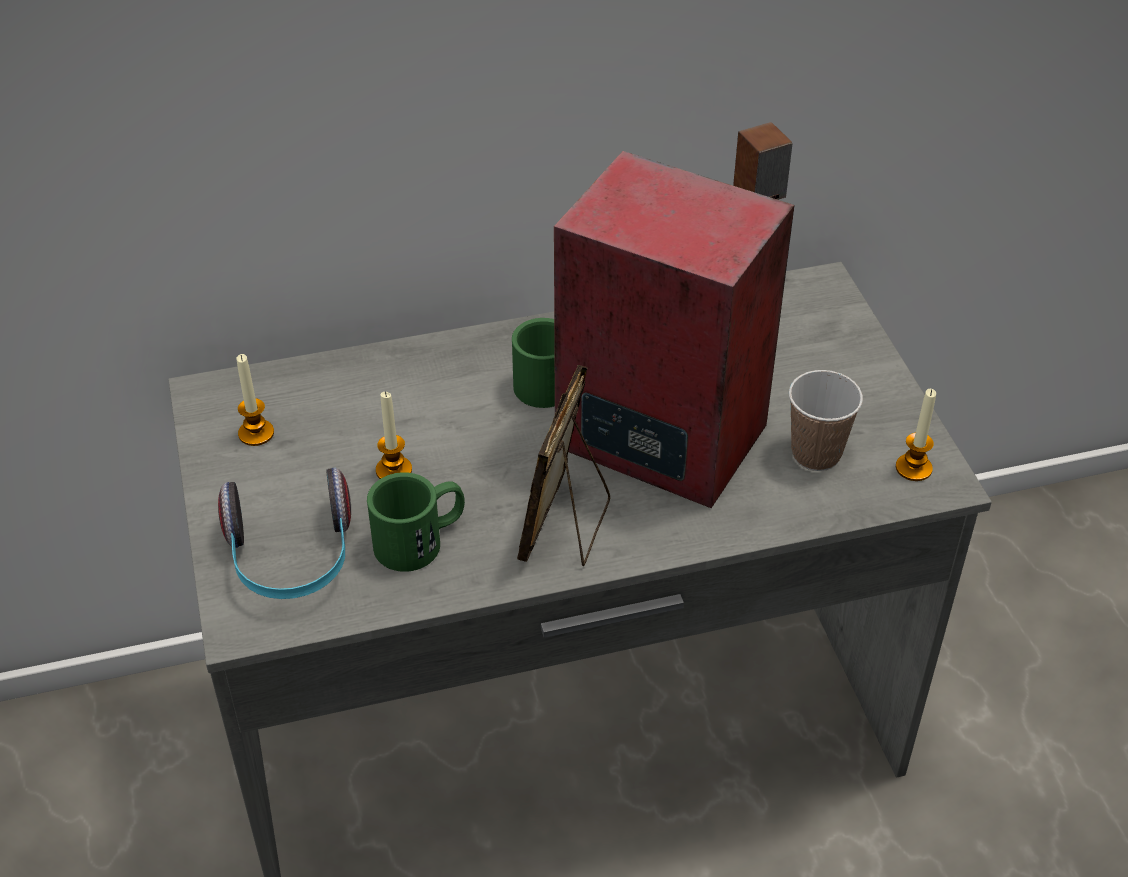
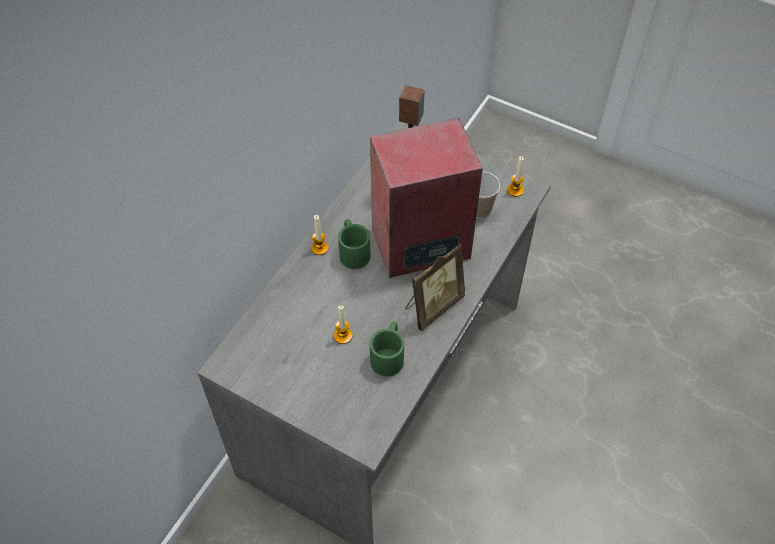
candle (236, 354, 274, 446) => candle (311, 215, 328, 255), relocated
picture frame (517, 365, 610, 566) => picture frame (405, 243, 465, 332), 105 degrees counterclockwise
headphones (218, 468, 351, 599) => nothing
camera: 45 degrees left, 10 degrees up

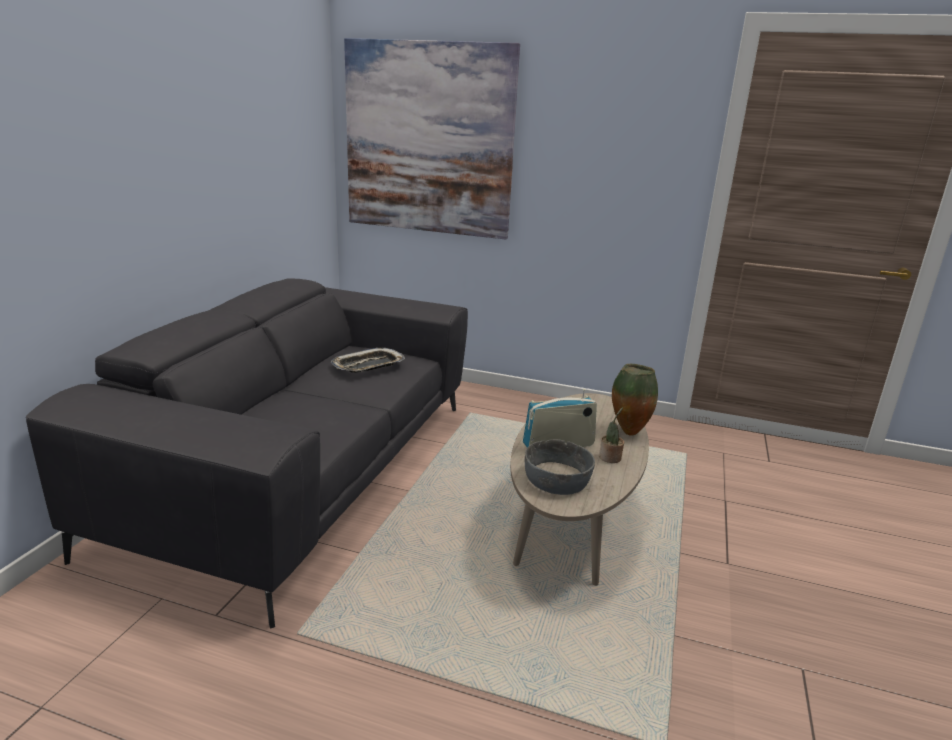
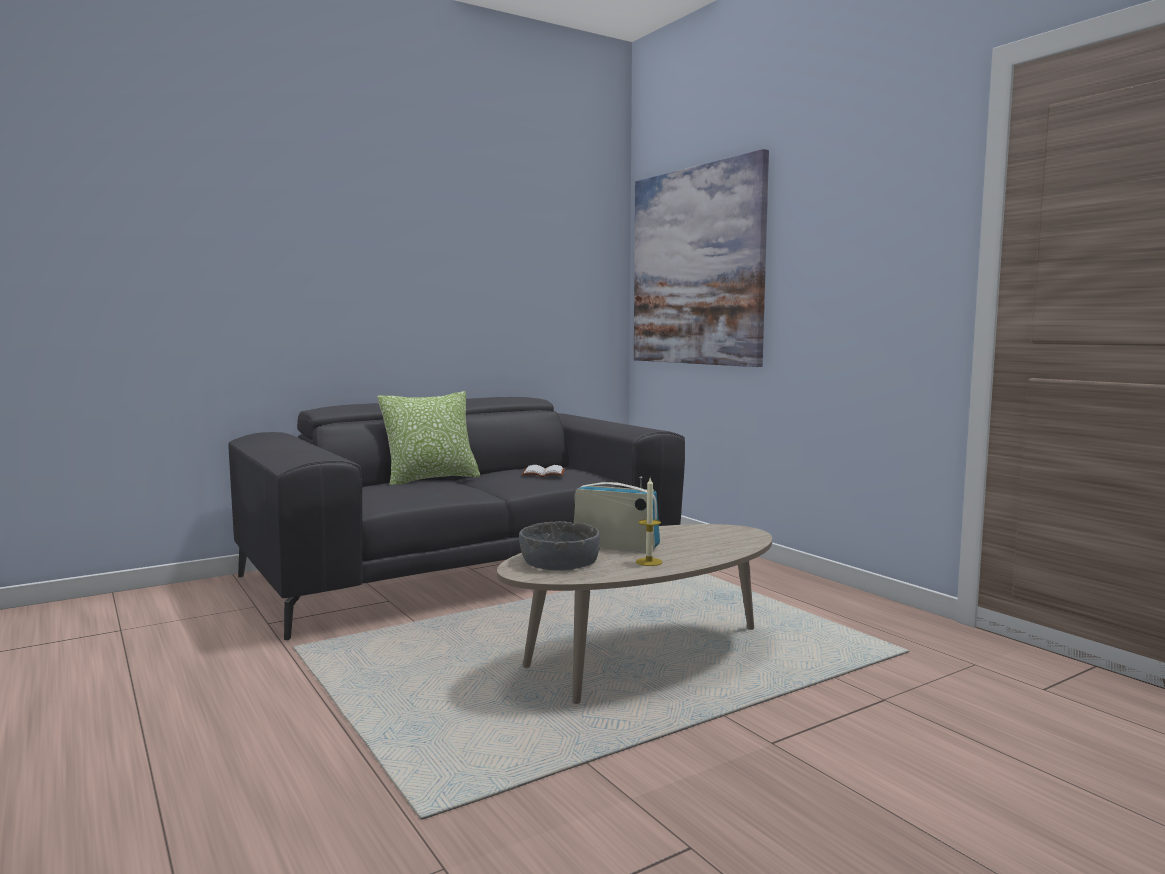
tray (331, 348, 405, 373) => white book (522, 465, 565, 477)
vase (612, 364, 658, 436) => nothing
potted plant (599, 408, 624, 463) => candle (636, 478, 663, 566)
nothing => pillow (378, 391, 480, 485)
camera: 40 degrees right, 15 degrees down

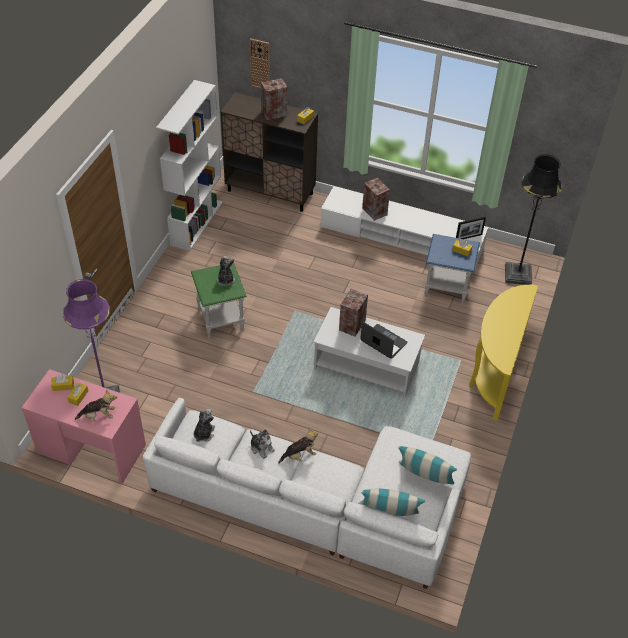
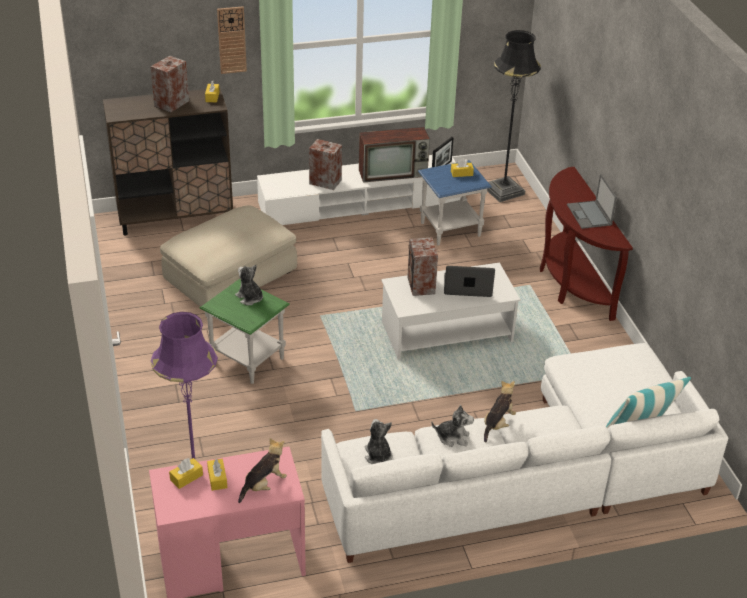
wall clock (250, 38, 270, 89) => wall clock (217, 6, 247, 74), relocated
white bookcase (156, 80, 223, 251) => nothing
yellow console table (469, 285, 538, 421) => brown console table (540, 167, 633, 321)
pillow (398, 446, 457, 485) => nothing
nothing => television (359, 127, 430, 183)
nothing => laptop (567, 174, 617, 229)
nothing => beige ottoman (160, 205, 297, 307)
camera: 35 degrees left, 10 degrees down

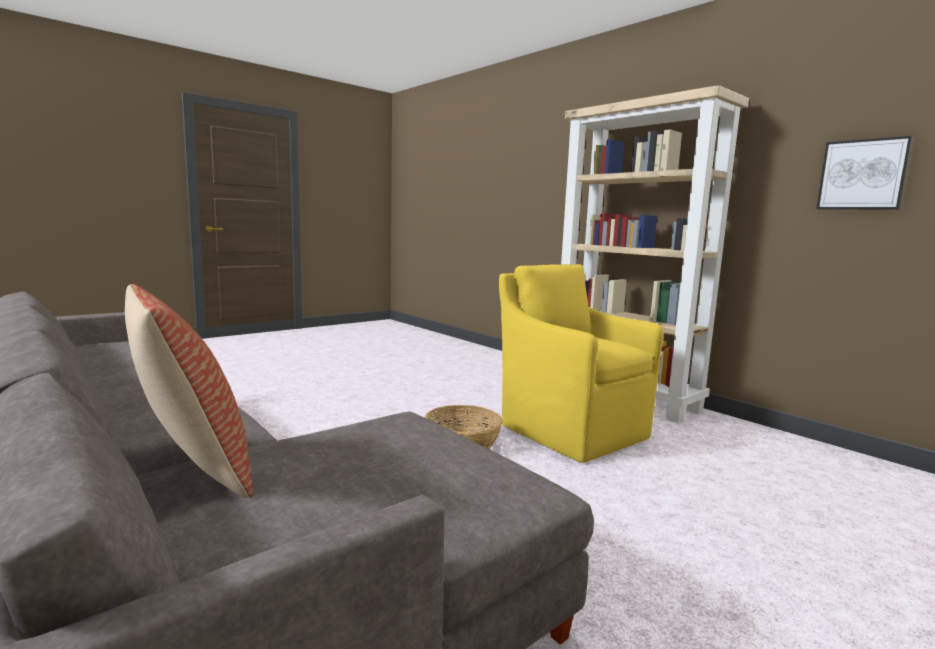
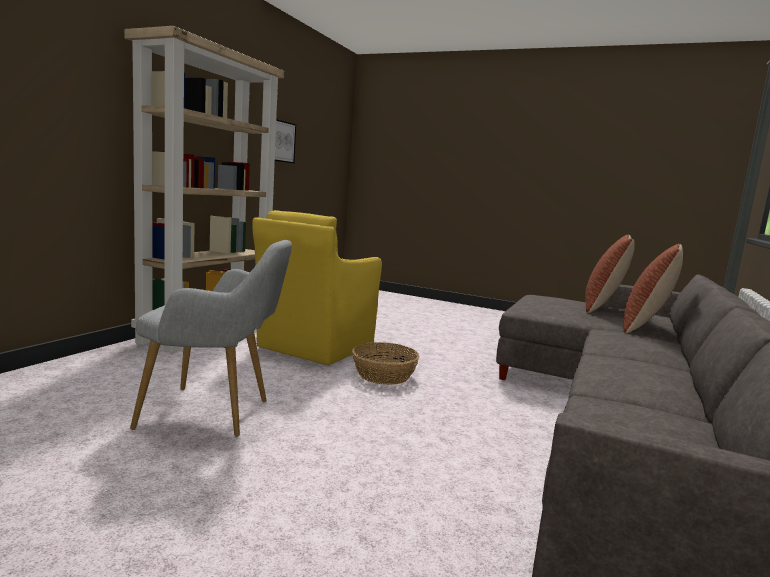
nothing => pillow (585, 234, 634, 313)
nothing => grey armchair (130, 240, 292, 437)
camera: 115 degrees left, 0 degrees up

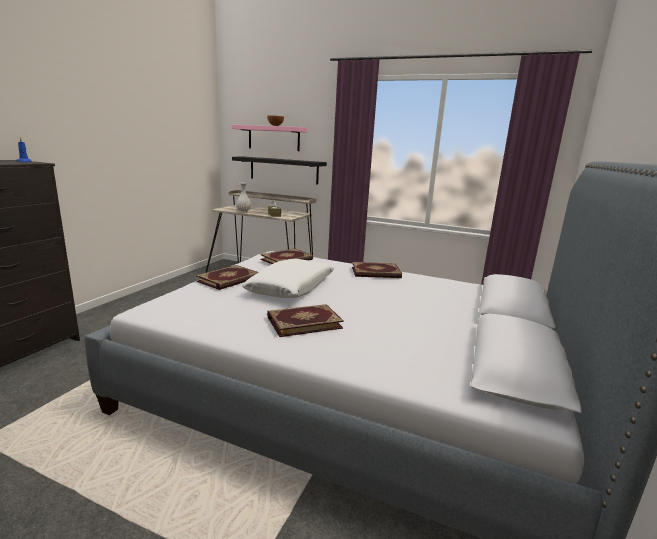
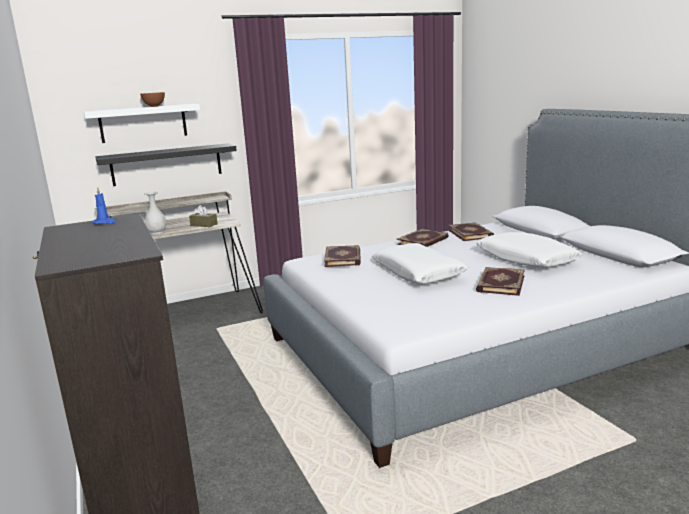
pink shelf (232, 125, 308, 151) => white shelf (84, 104, 200, 143)
book (196, 265, 258, 290) => book (448, 222, 494, 241), relocated
nothing => white pillow (476, 232, 582, 267)
camera: 45 degrees left, 0 degrees up

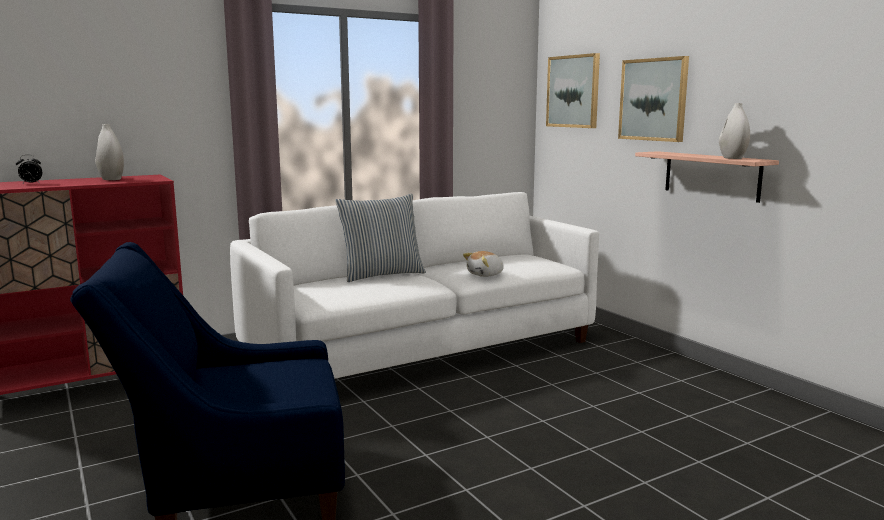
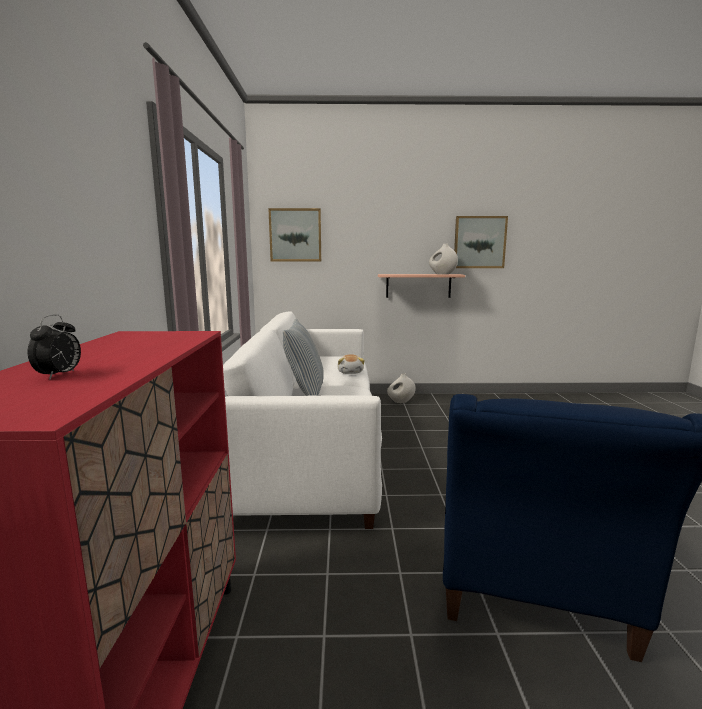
picture (618, 56, 689, 142) => picture (454, 216, 508, 268), relocated
white vase (95, 124, 124, 180) => white vase (387, 373, 416, 403), relocated
camera: 60 degrees left, 0 degrees up

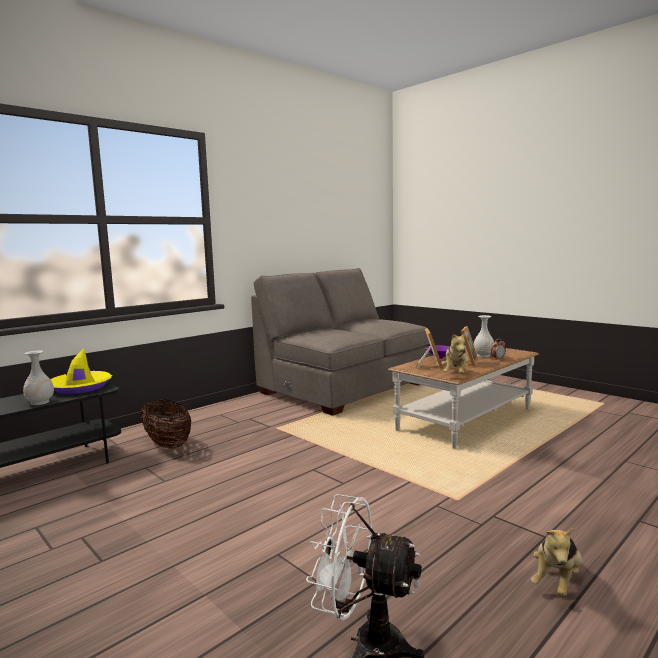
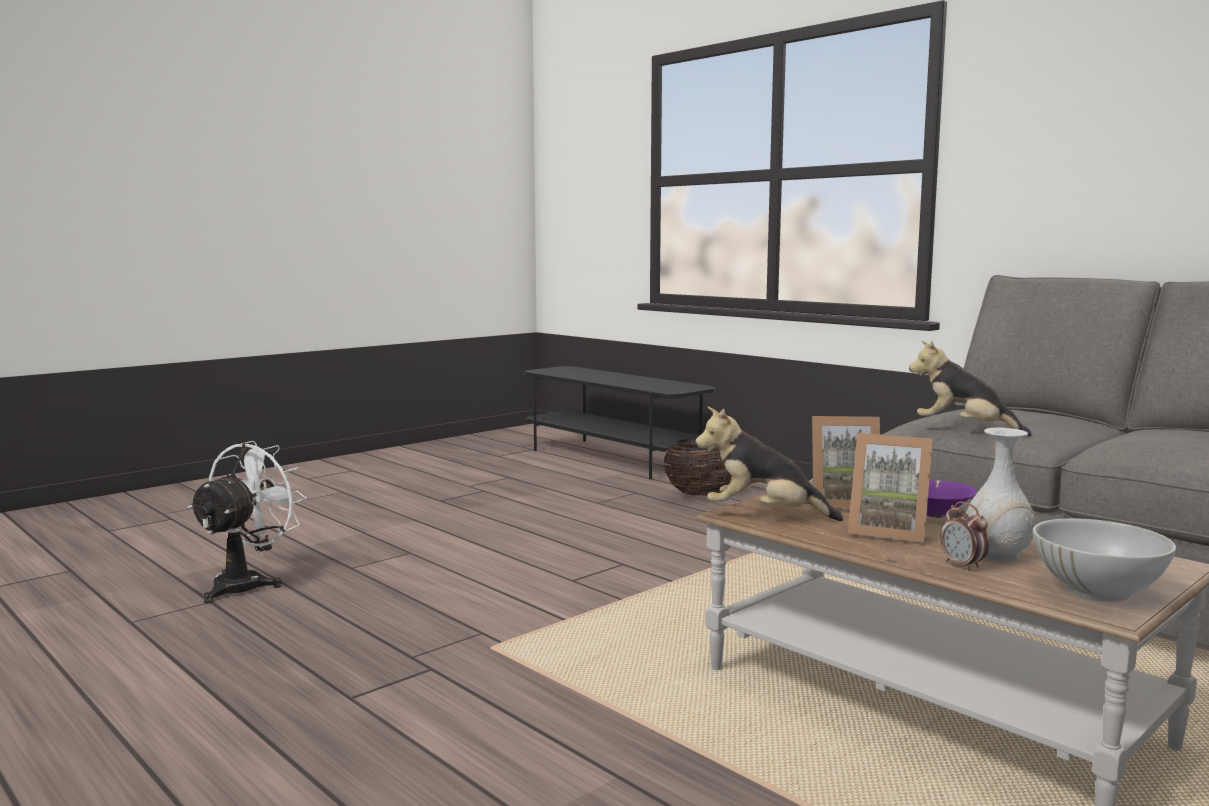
yellow hat (50, 349, 112, 394) => nothing
white vase (23, 351, 54, 405) => nothing
plush toy (531, 528, 582, 597) => plush toy (909, 341, 1032, 436), relocated
nothing => white bowl (1033, 518, 1176, 602)
camera: 90 degrees right, 0 degrees up

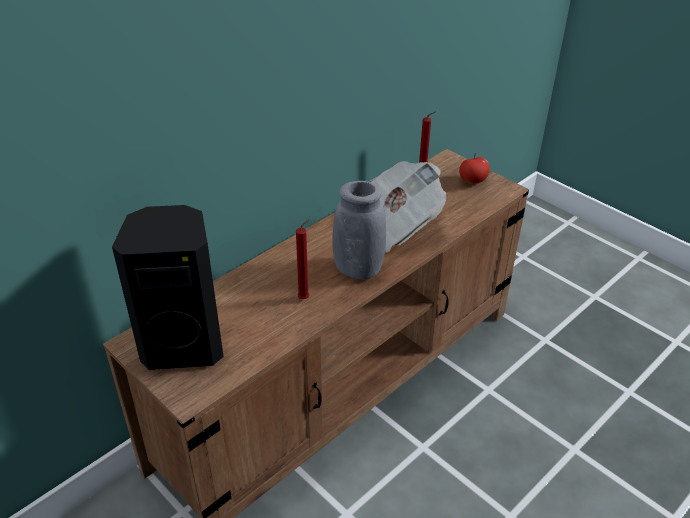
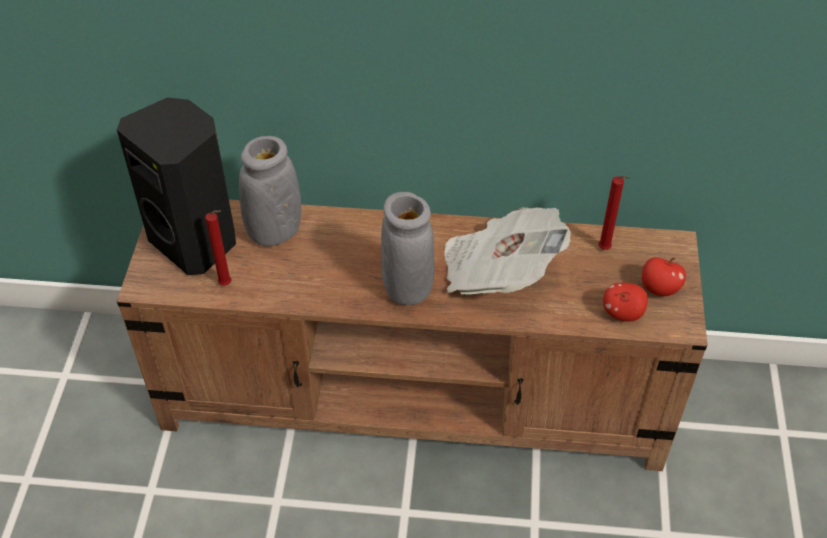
red candle (296, 219, 310, 299) => red candle (205, 210, 232, 286), relocated
nothing => grey vase (239, 136, 301, 246)
nothing => apple (603, 283, 648, 321)
camera: 50 degrees right, 10 degrees up

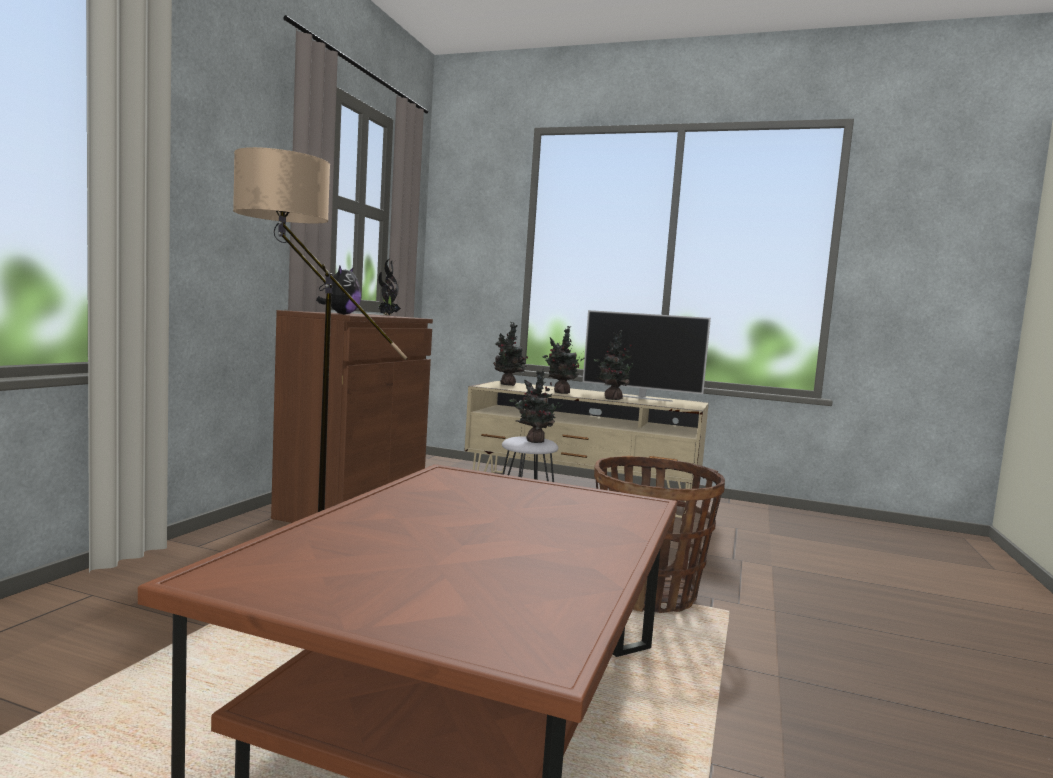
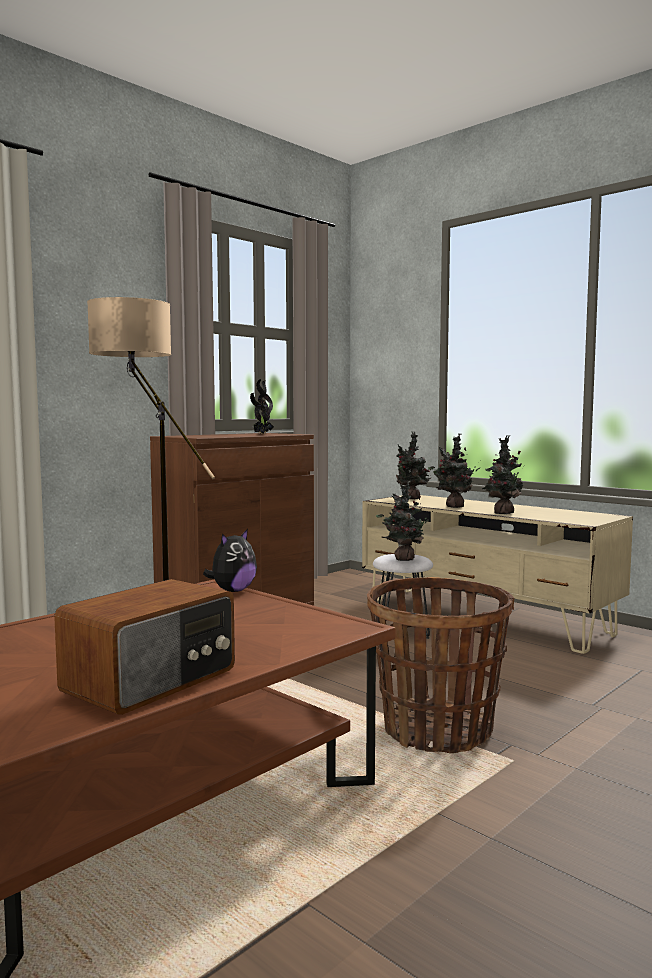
plush toy (316, 266, 361, 314) => plush toy (203, 529, 257, 592), relocated
television (583, 310, 711, 402) => nothing
nothing => radio (54, 579, 235, 715)
camera: 25 degrees right, 0 degrees up

